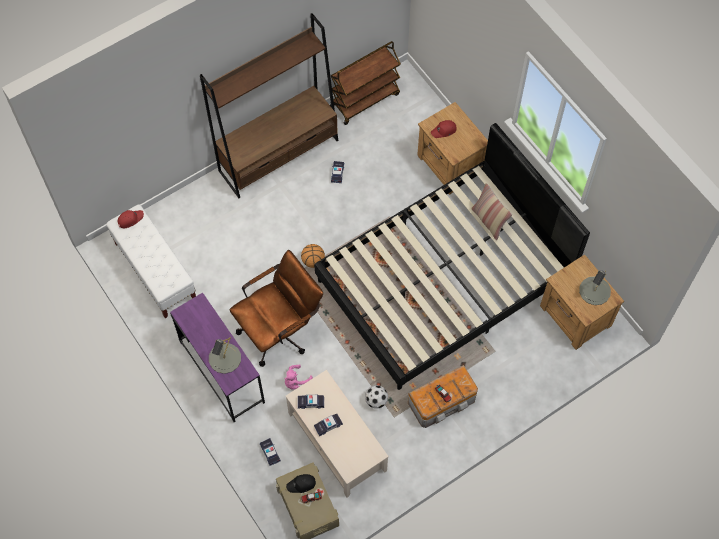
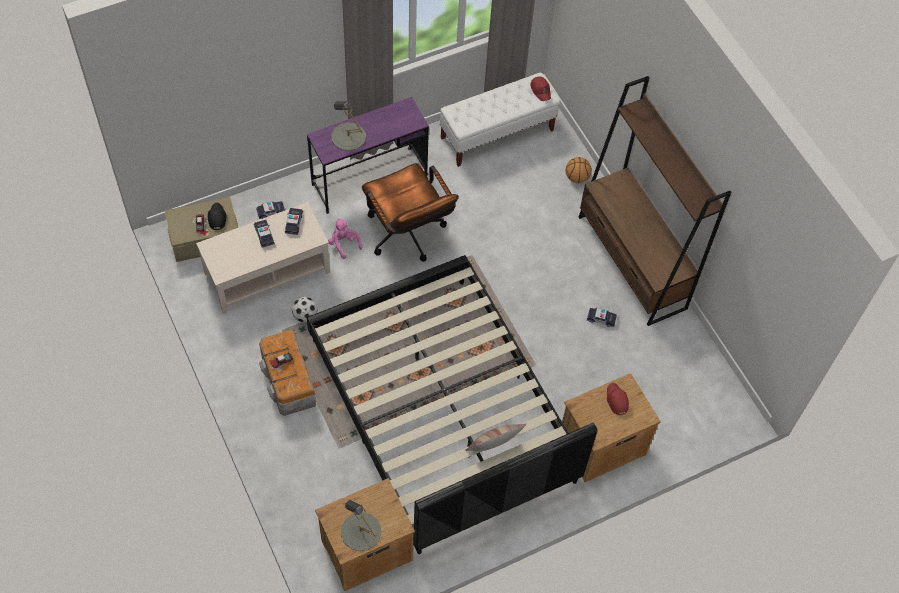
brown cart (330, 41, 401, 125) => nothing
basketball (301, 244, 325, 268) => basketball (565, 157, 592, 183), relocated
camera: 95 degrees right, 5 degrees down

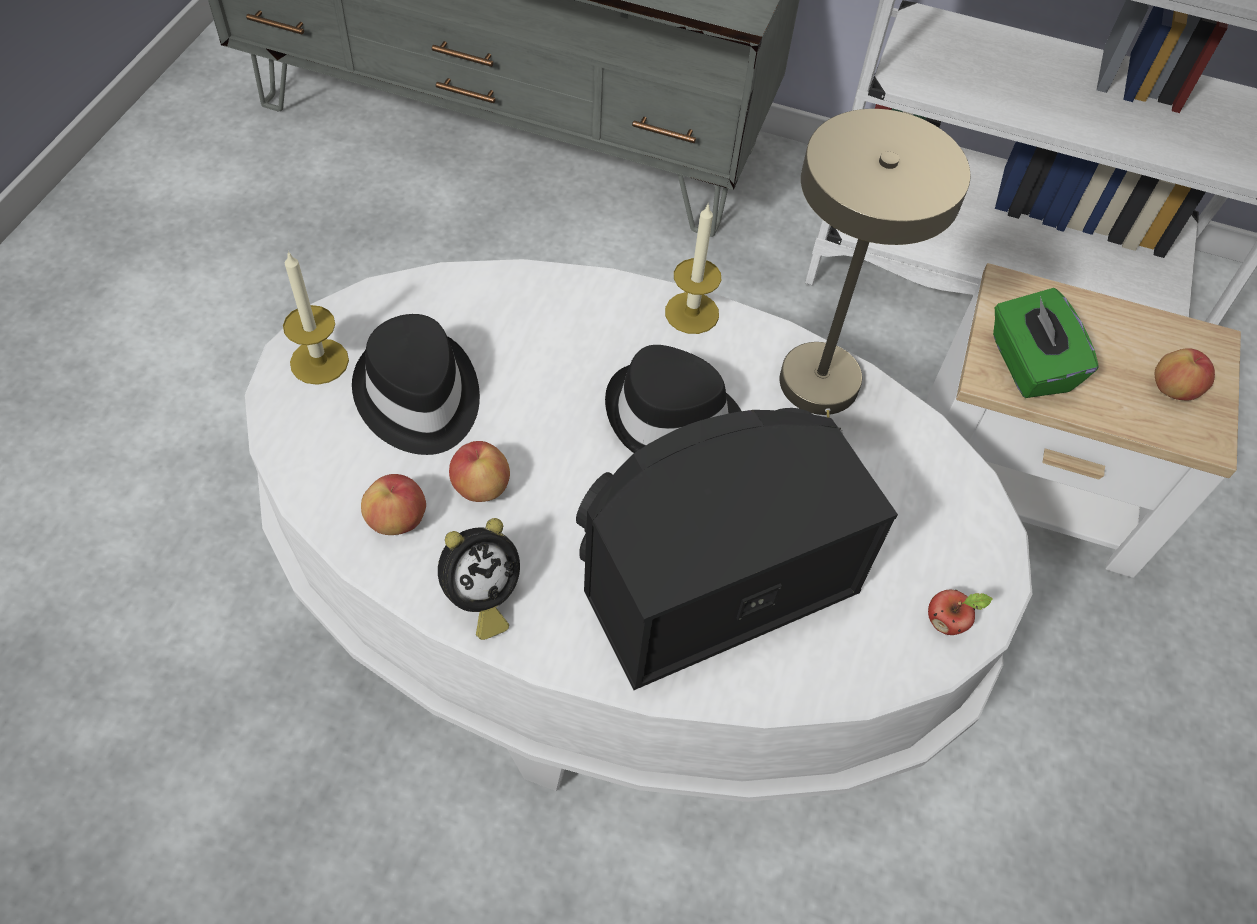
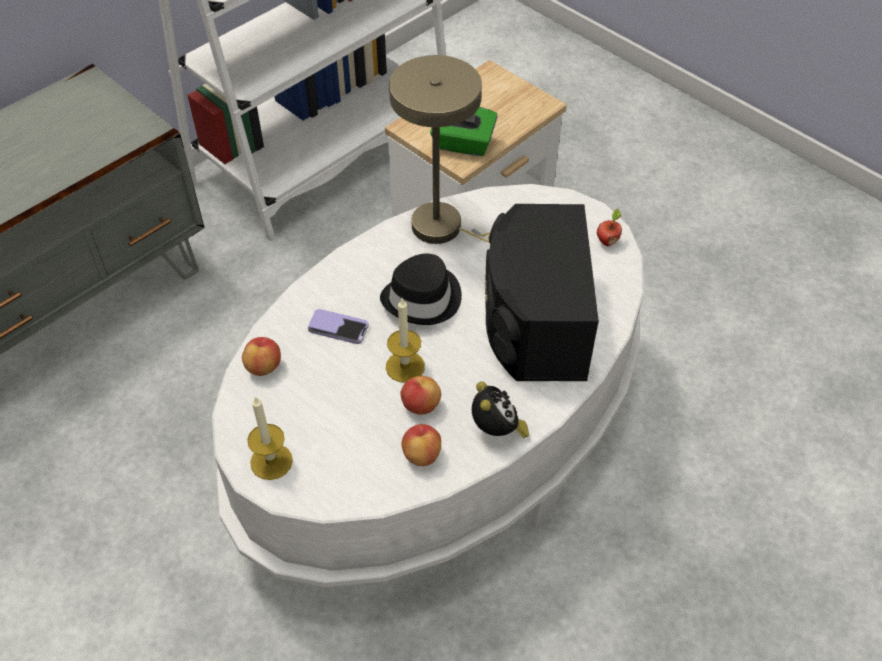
candle (665, 205, 721, 334) => candle (386, 299, 425, 382), relocated
black hat (352, 314, 480, 455) => nothing
apple (1155, 348, 1215, 401) => apple (242, 337, 281, 376), relocated
nothing => phone (308, 309, 369, 344)
camera: 60 degrees left, 5 degrees down

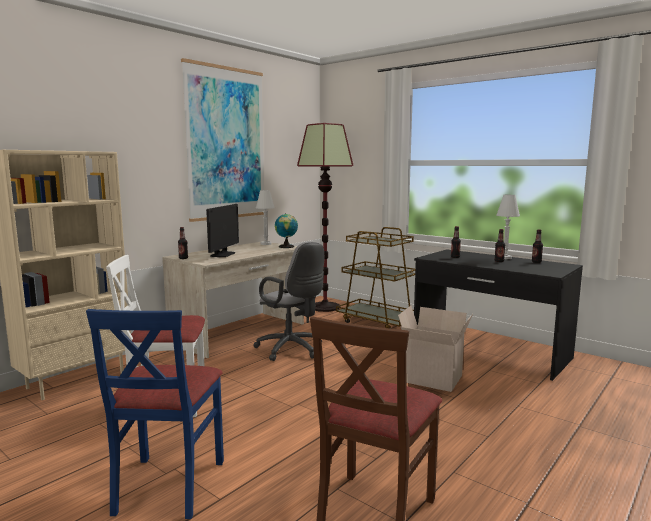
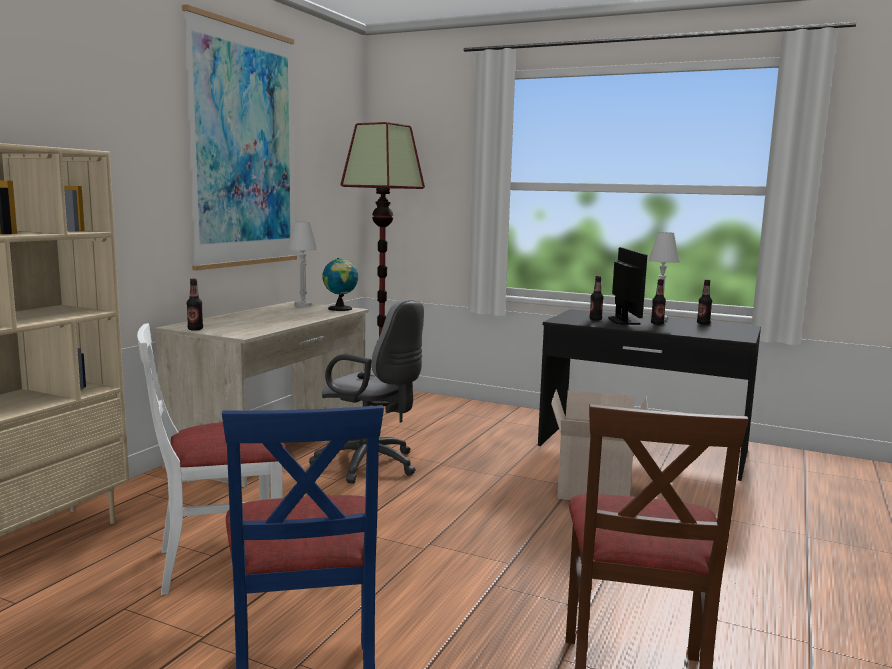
monitor (206, 204, 239, 257) => monitor (608, 247, 647, 325), relocated
brown cart (336, 227, 415, 329) => nothing
camera: 15 degrees left, 0 degrees up

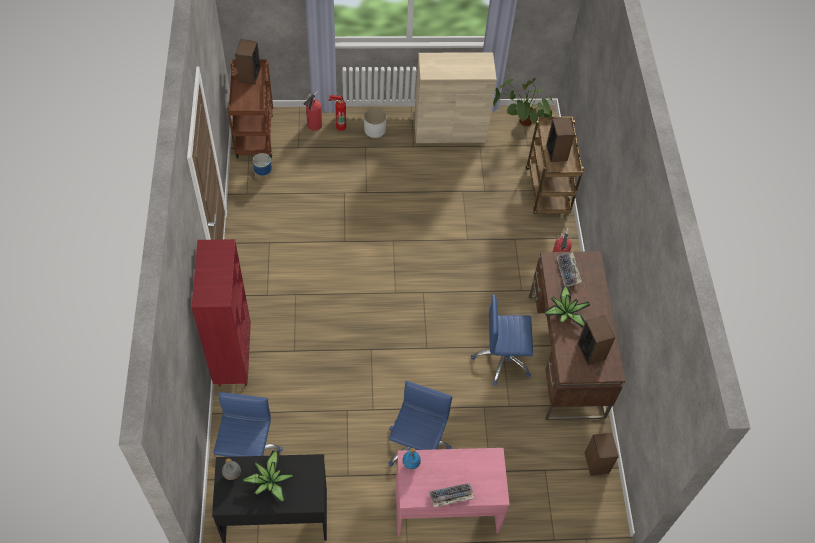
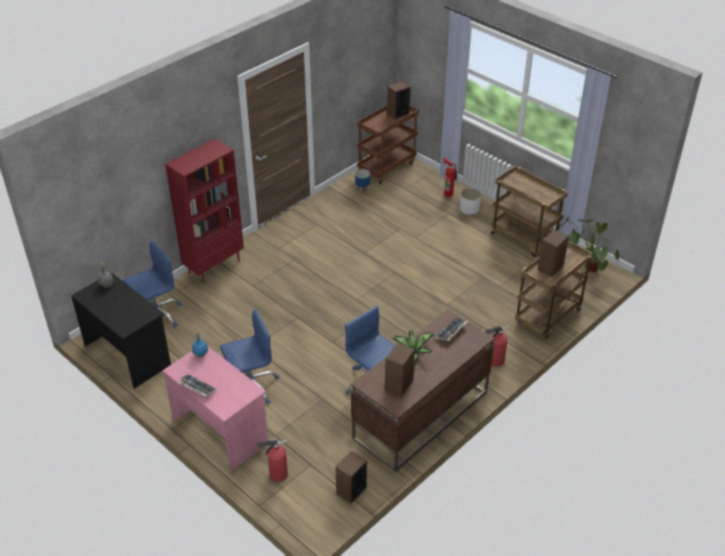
beige cabinet (414, 52, 497, 143) => brown cart (491, 166, 568, 257)
fire extinguisher (303, 91, 322, 131) => fire extinguisher (257, 438, 288, 482), relocated
potted plant (242, 450, 294, 503) => nothing
camera: 50 degrees right, 15 degrees down

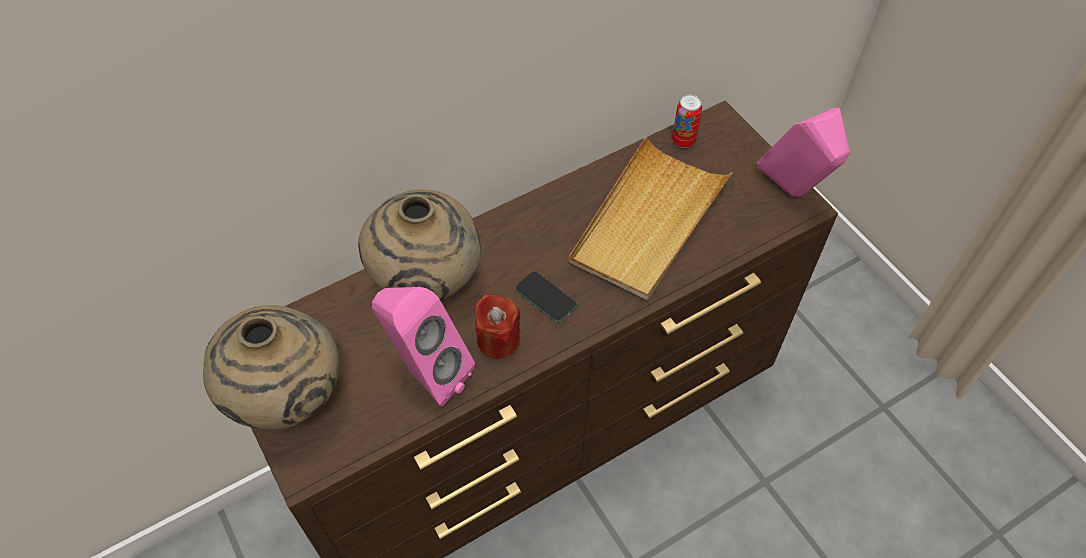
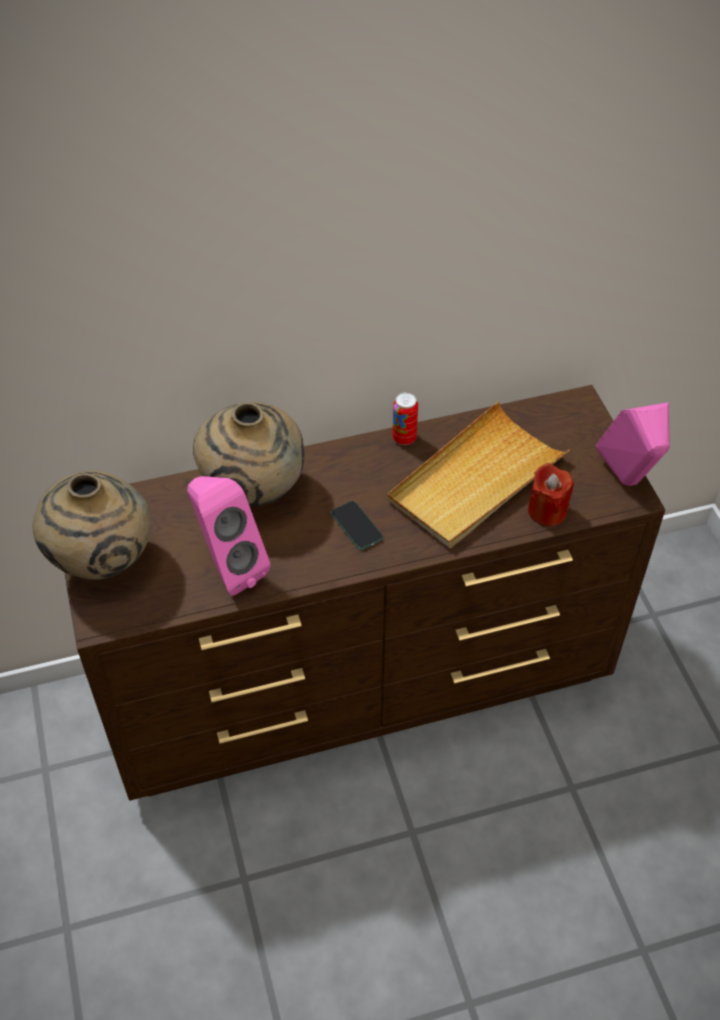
can (672, 95, 702, 148) => can (392, 392, 418, 445), relocated
red candle (474, 294, 520, 359) => red candle (528, 463, 574, 526), relocated
camera: 15 degrees right, 5 degrees down

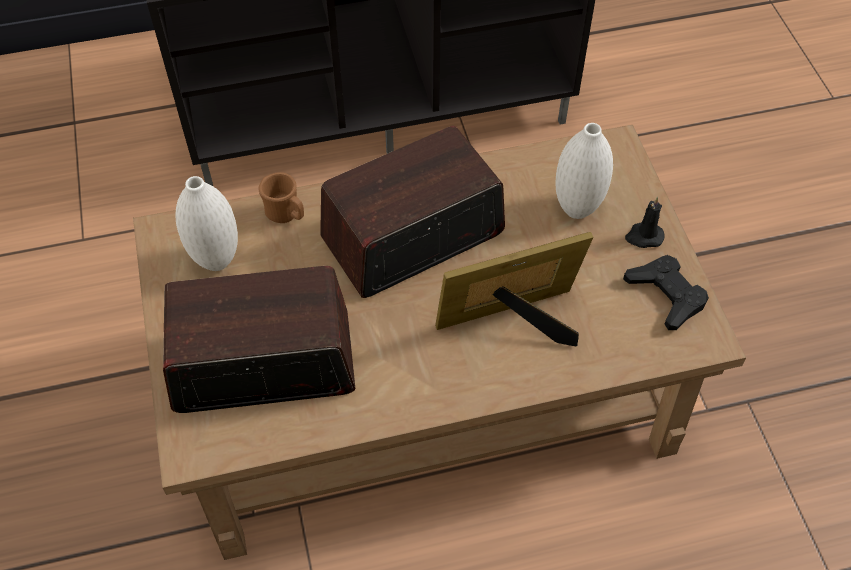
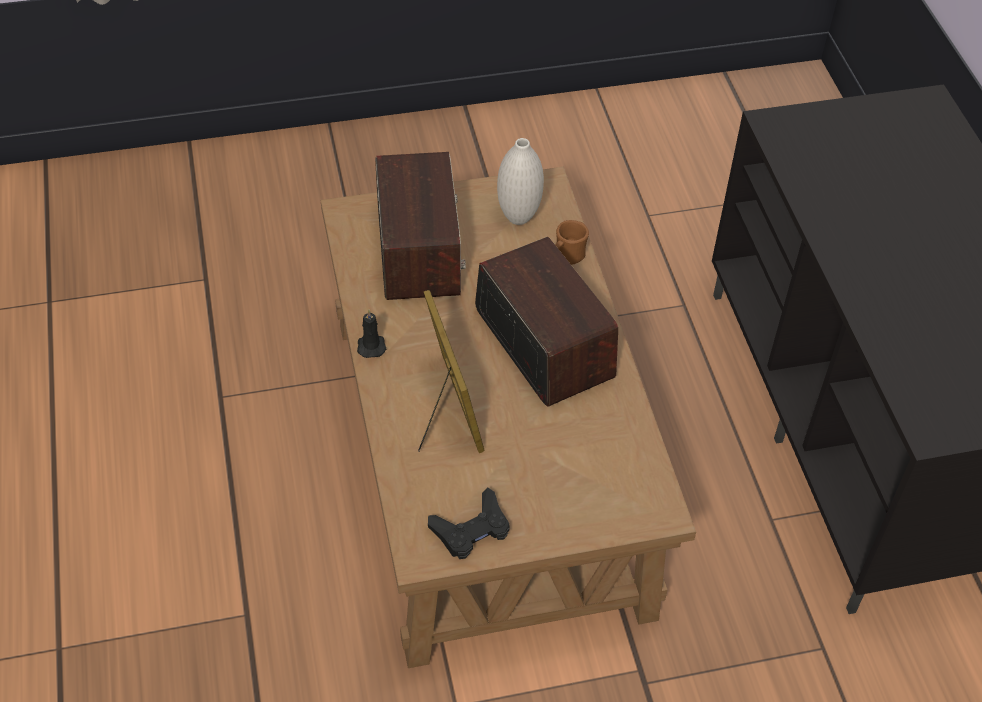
white vase (555, 123, 613, 219) => nothing
black candle (625, 197, 665, 248) => black candle (357, 309, 386, 358), relocated
camera: 90 degrees right, 5 degrees down

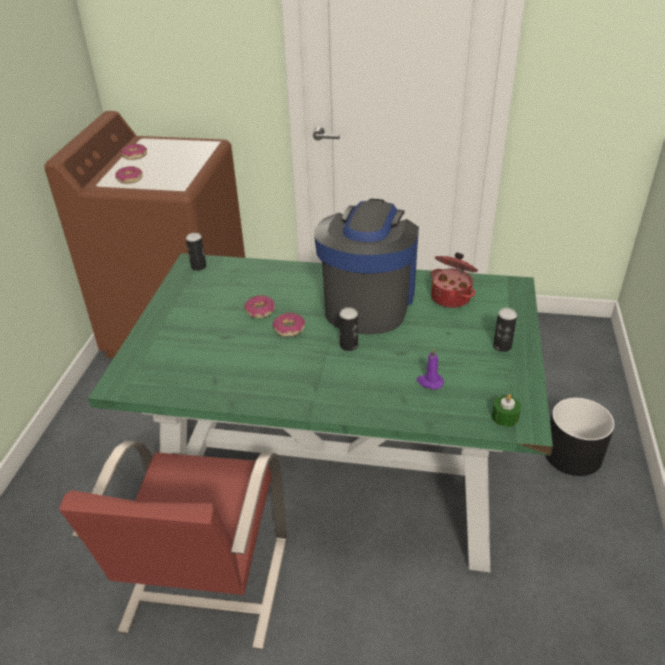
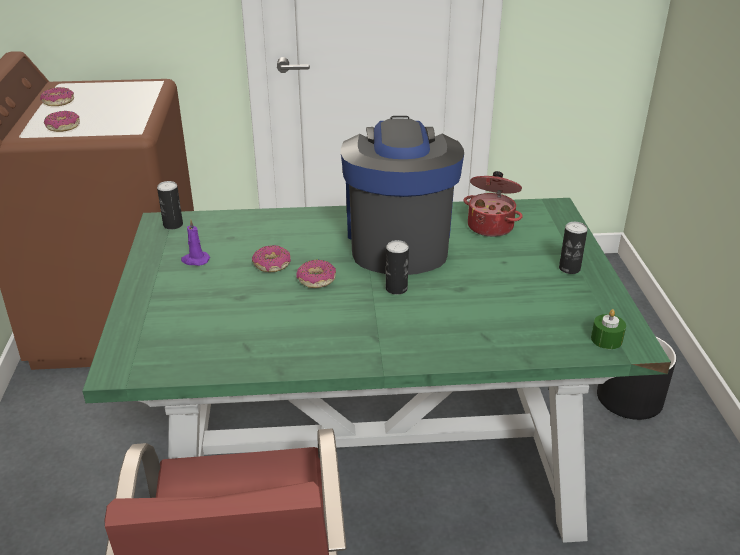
purple candle (417, 349, 444, 390) => purple candle (181, 219, 210, 266), relocated
camera: 15 degrees left, 5 degrees down

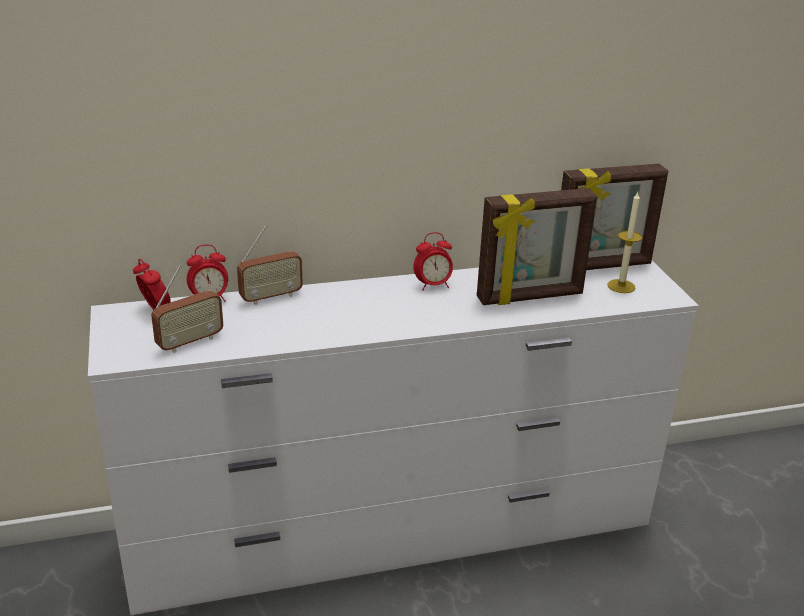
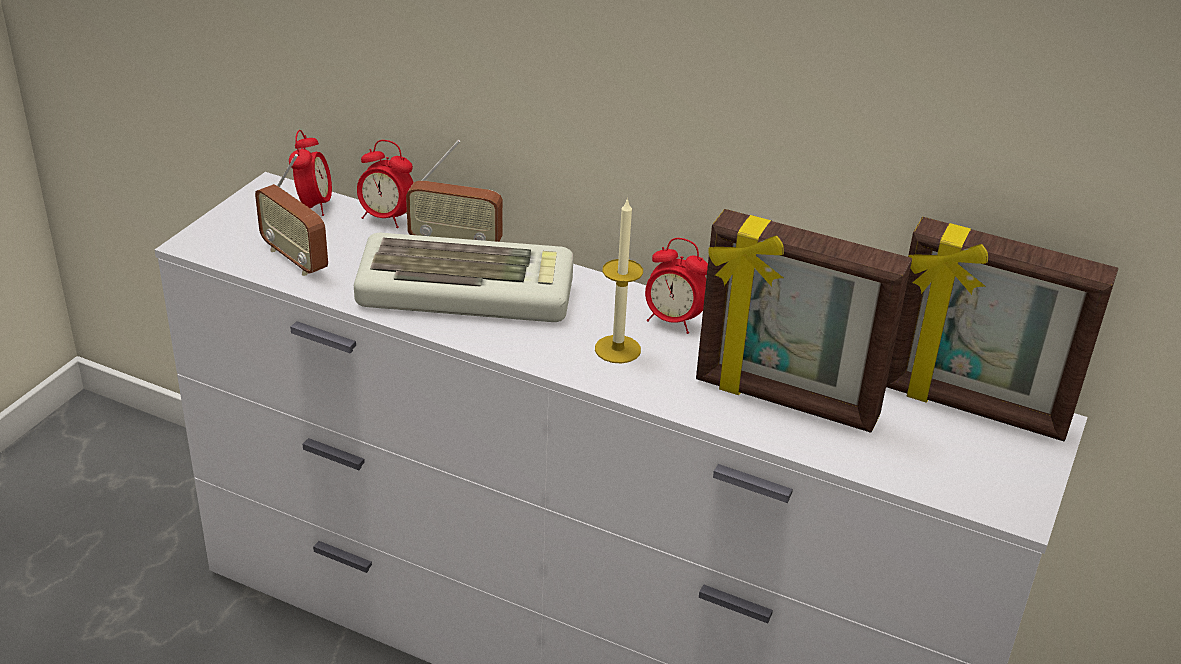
candle (608, 192, 642, 293) => candle (595, 198, 643, 363), relocated
radio (151, 265, 223, 353) => radio (255, 154, 328, 276), 45 degrees clockwise
nothing => keyboard (354, 233, 573, 322)
camera: 40 degrees right, 5 degrees up

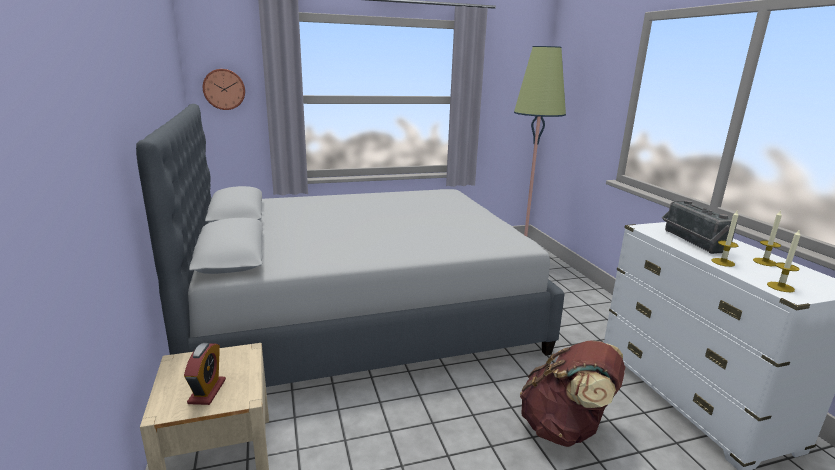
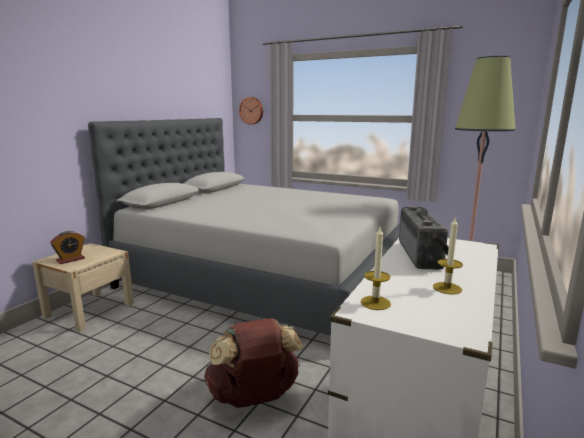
radio (662, 200, 737, 254) => radio (399, 206, 449, 270), 150 degrees clockwise
candle (712, 211, 738, 267) => nothing
camera: 45 degrees right, 5 degrees down

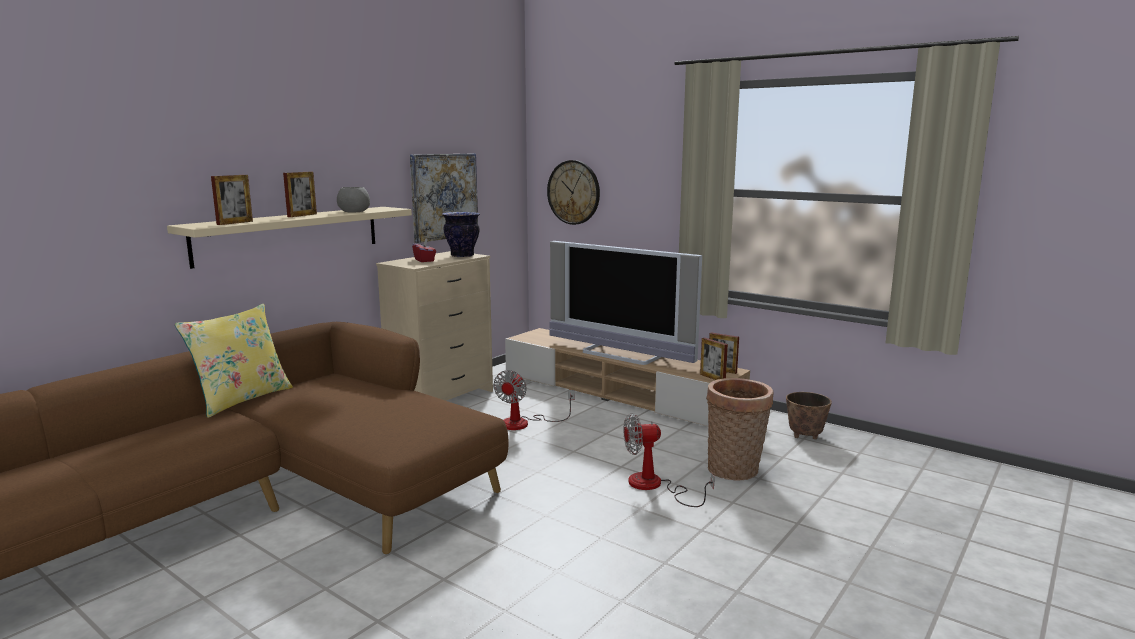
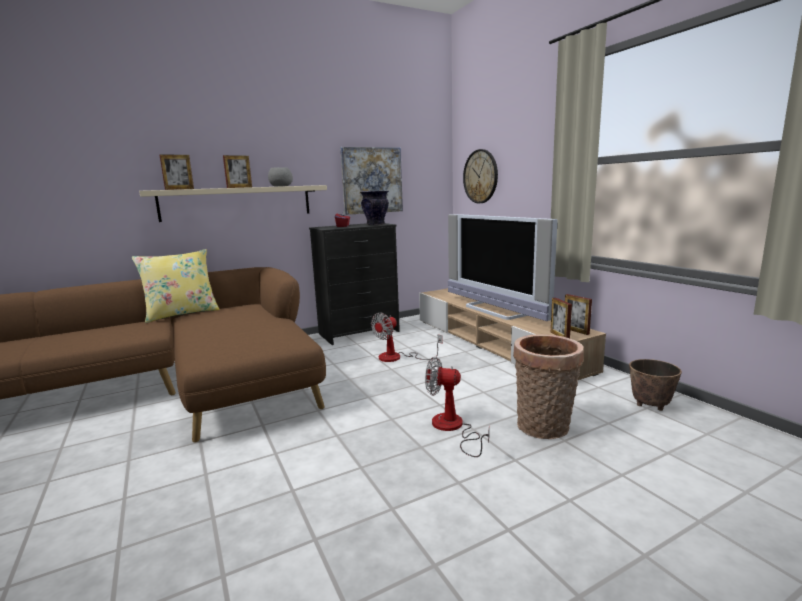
beige dresser (376, 251, 493, 401) => black dresser (309, 223, 400, 345)
camera: 25 degrees right, 0 degrees up

